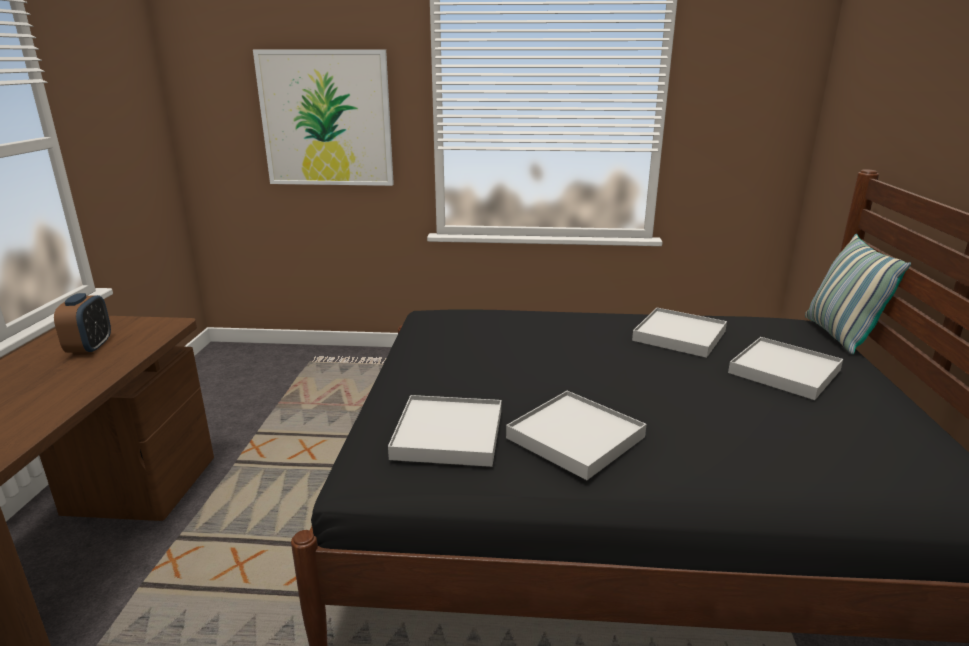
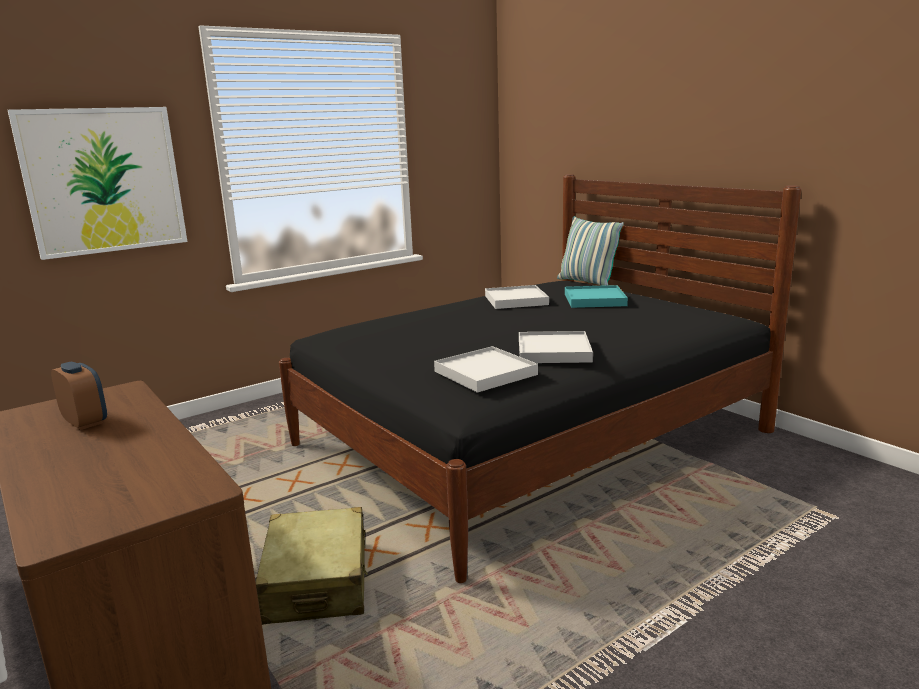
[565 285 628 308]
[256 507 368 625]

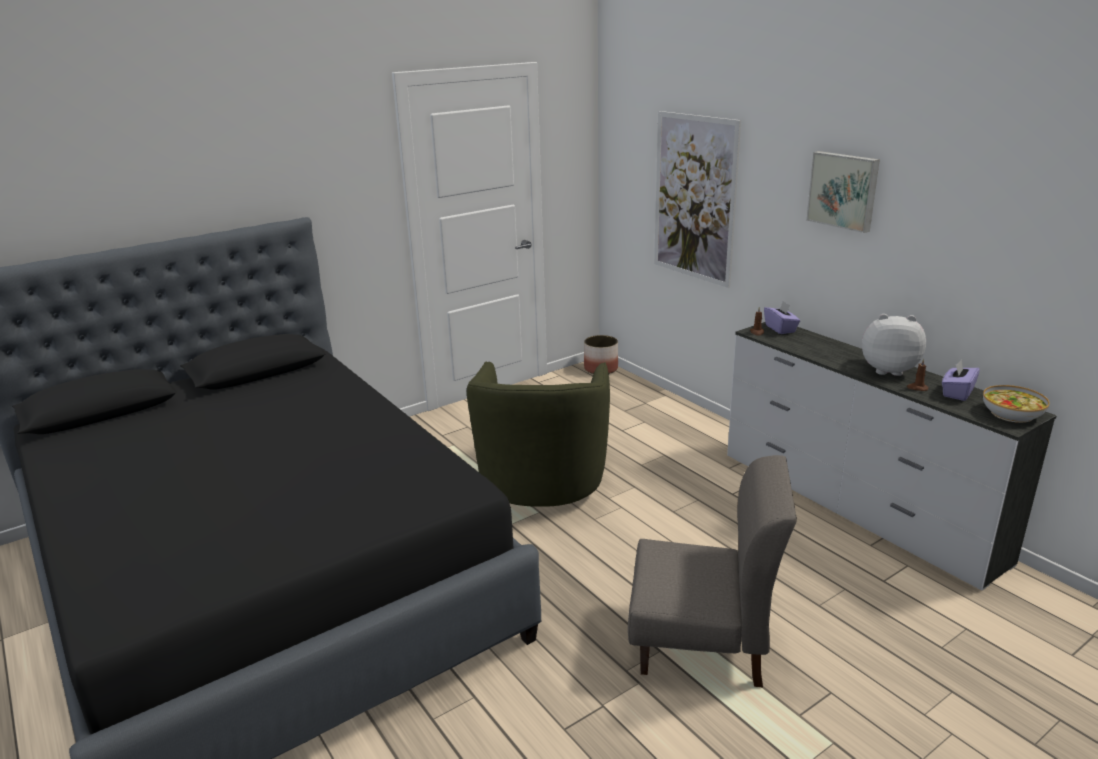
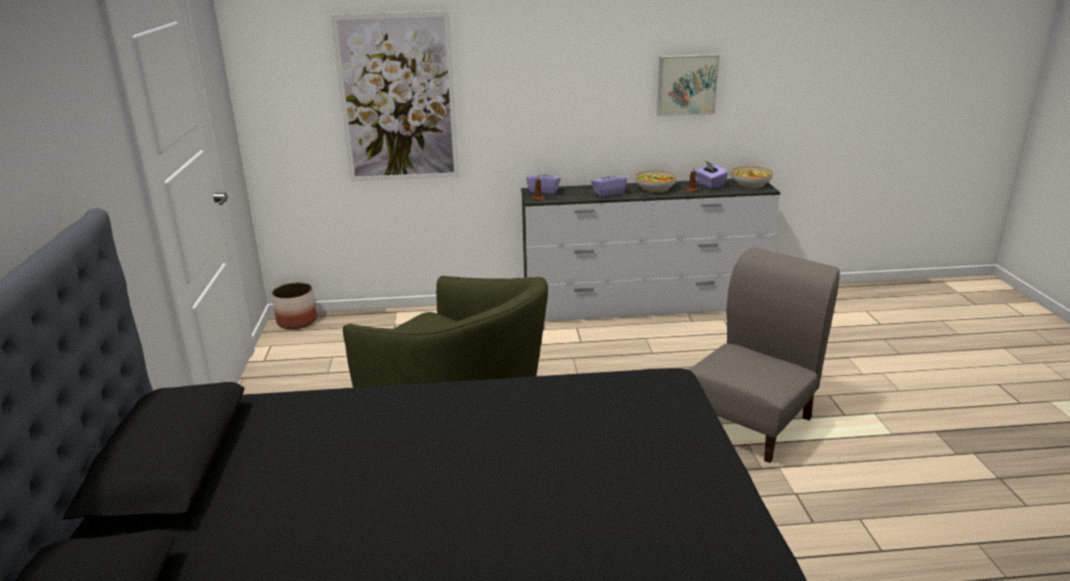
[657 54 720 116]
[635 170 677 192]
[591 168 627 197]

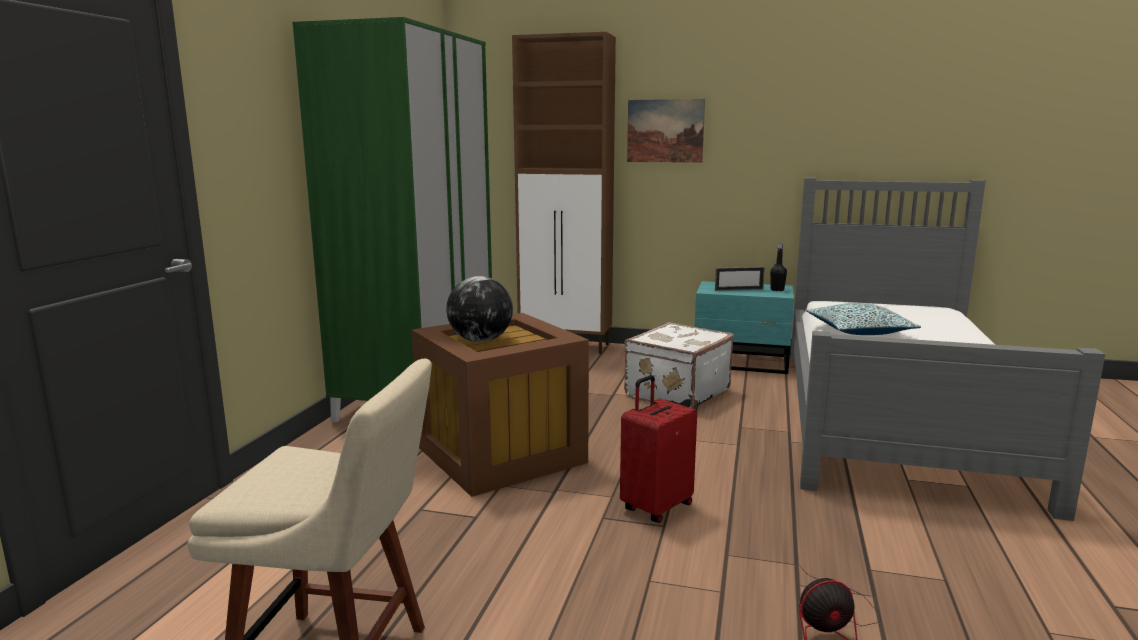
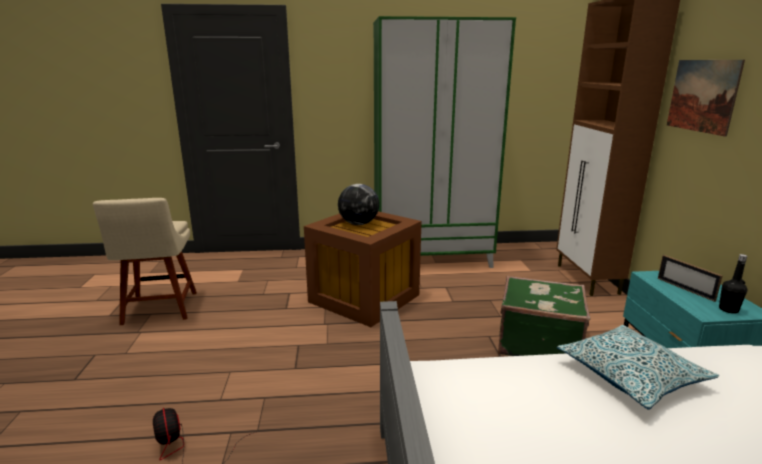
[620 375 697 523] (first image)
[498 276 590 356]

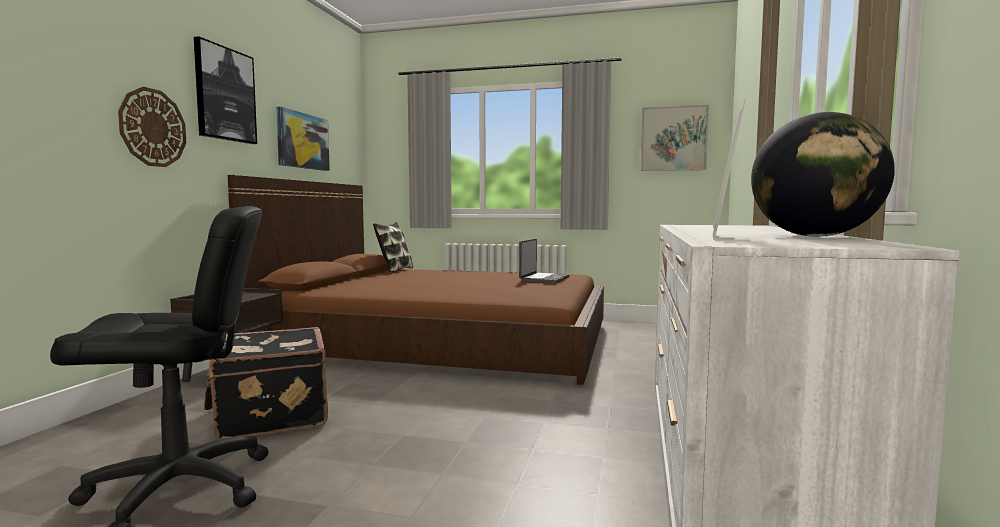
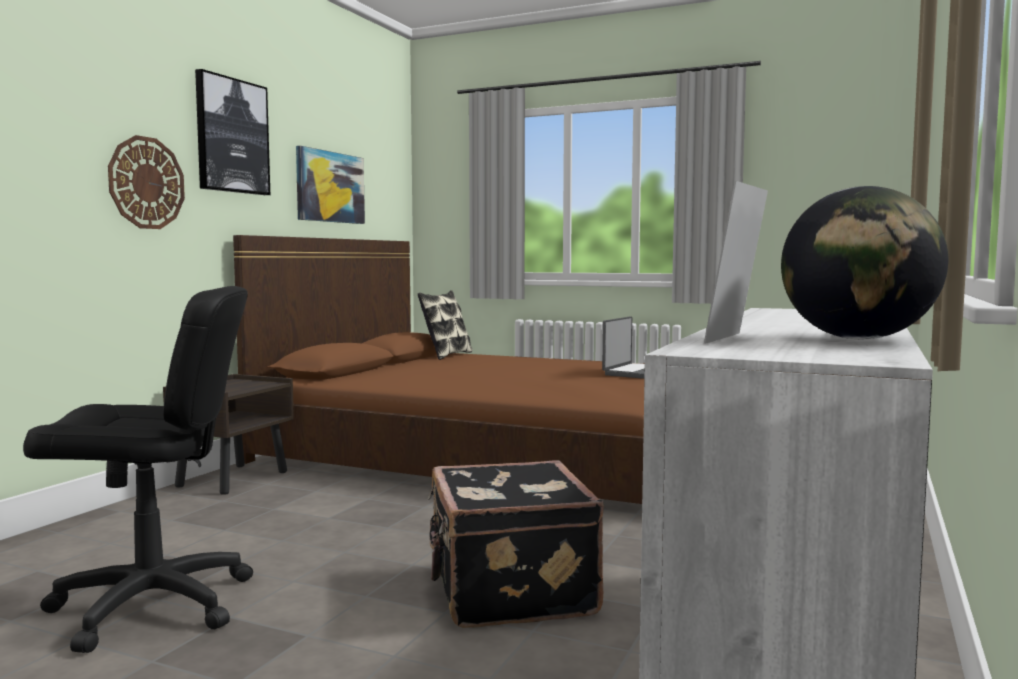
[428 460 604 628]
[640 105 709 171] (first image)

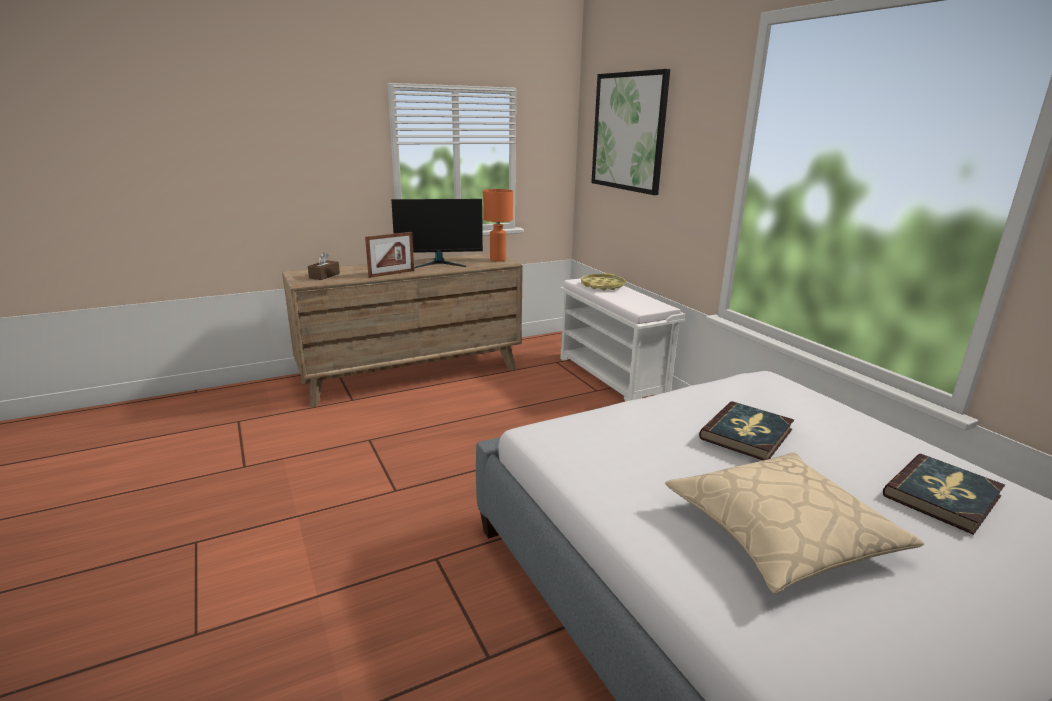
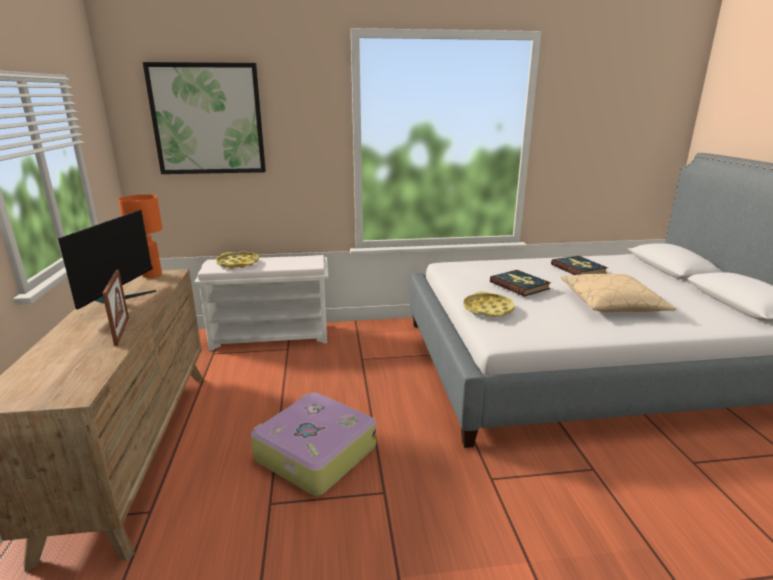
[308 252 340 280] (first image)
[251 392 376 496]
[463 291 515 317]

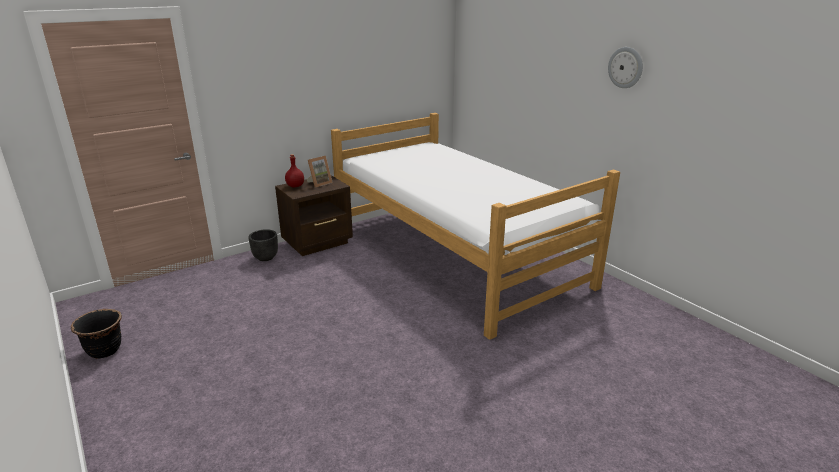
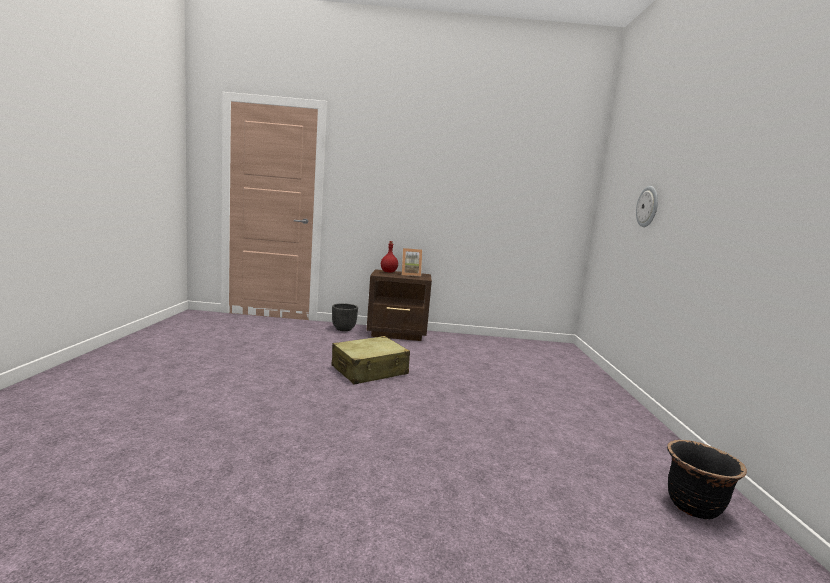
[667 440 747 520]
[331 113 620 340] (first image)
[636 186 658 227]
[332 336 410 385]

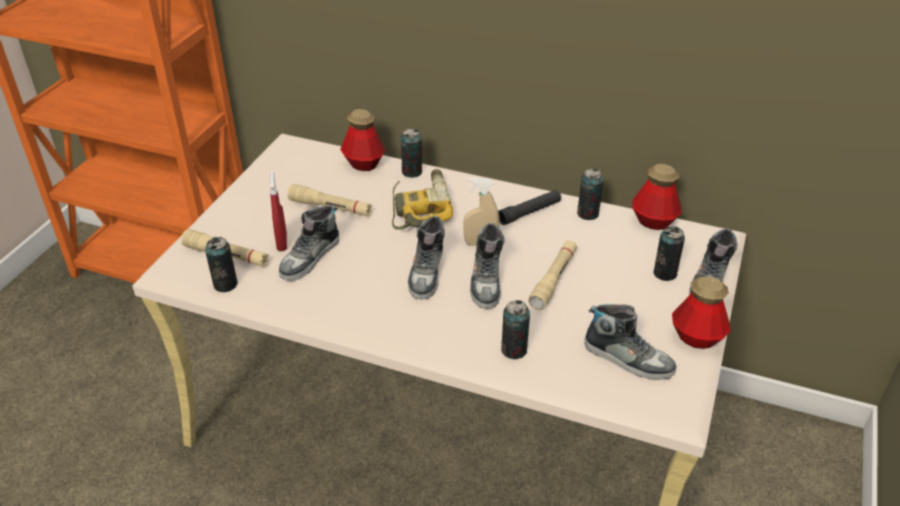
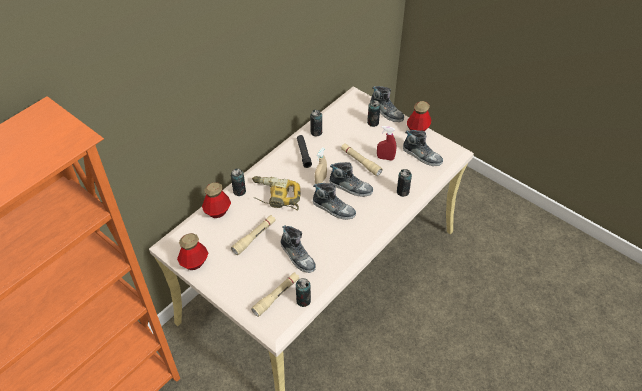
[377 126 397 161]
[403 130 443 166]
[177 233 209 270]

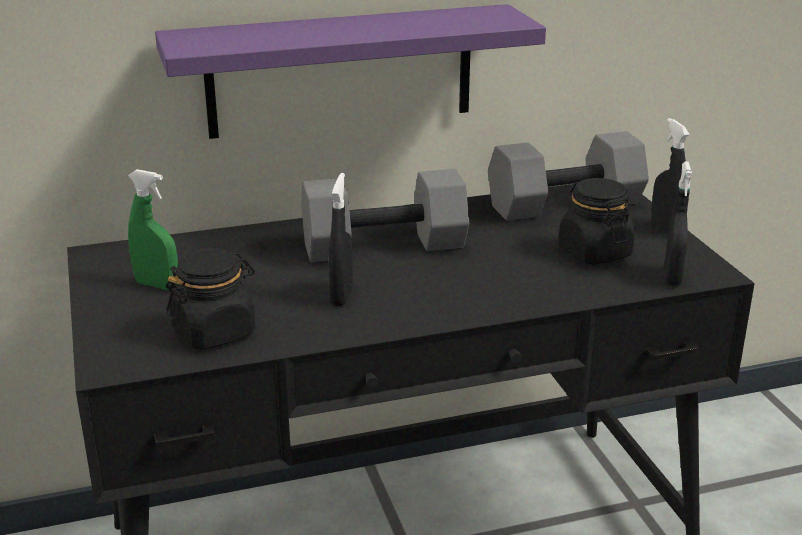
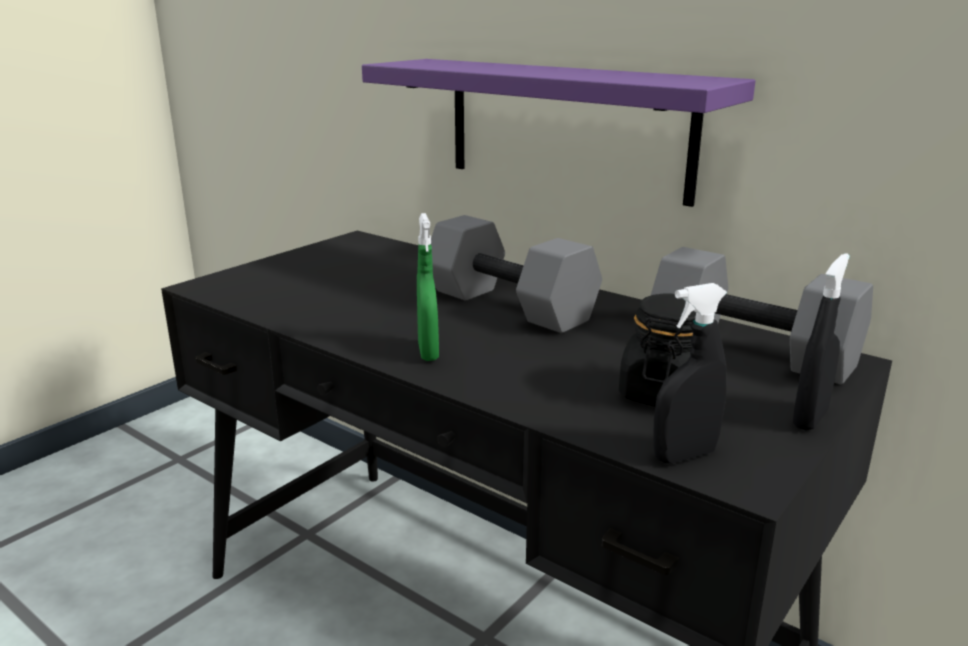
[417 213 439 361]
[166 248 256 350] (first image)
[329 173 353 306] (first image)

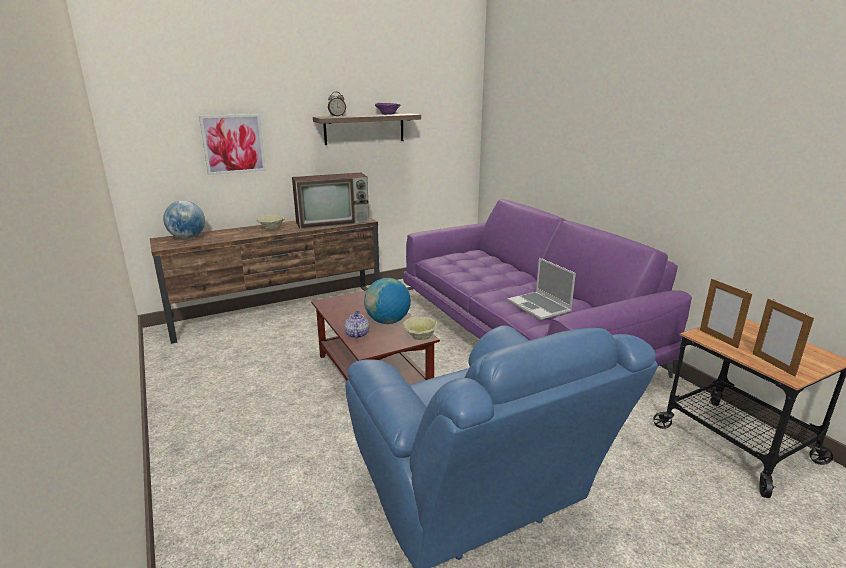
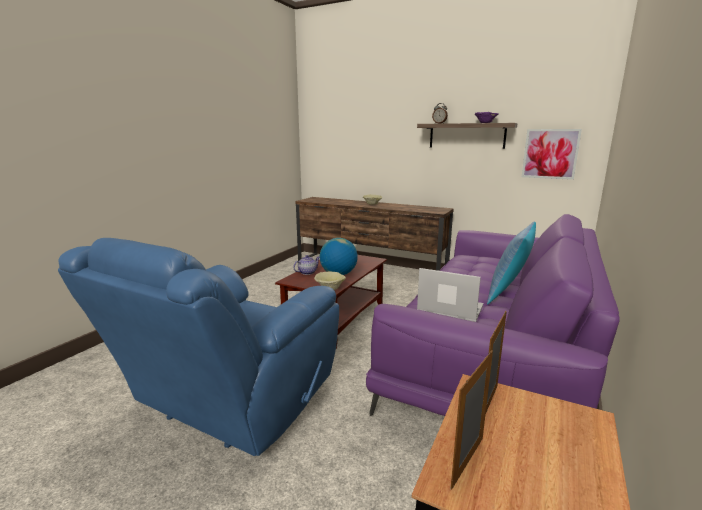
[163 200 205 239] (first image)
[522 129 582 180]
[292 173 369 229] (first image)
[417 268 483 322]
[487 221 536 305]

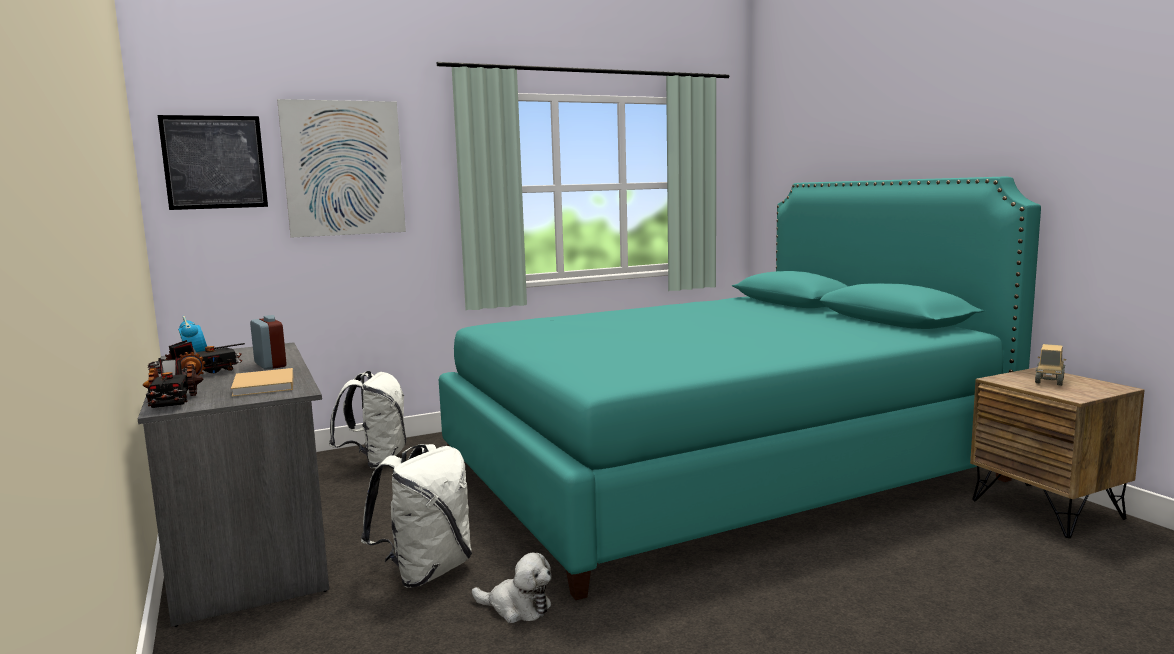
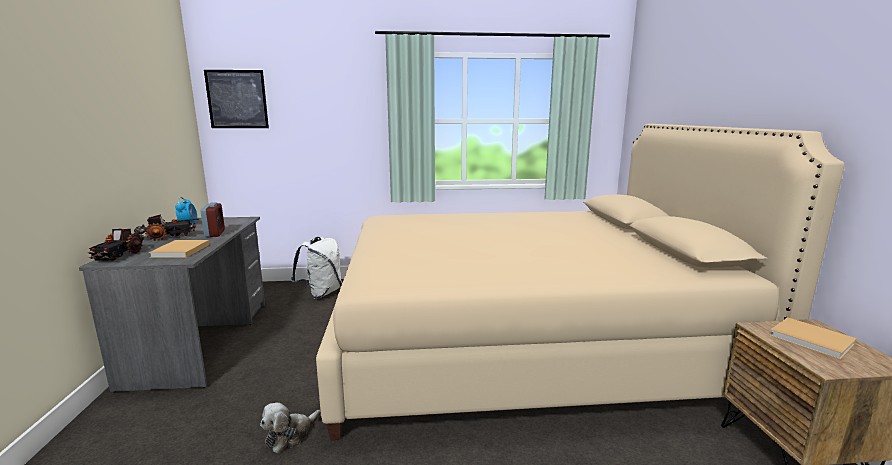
[277 99 406 238] (first image)
[361 444 472 588] (first image)
[316 124 845 440]
[260 403 321 453]
[769 317 856 360]

